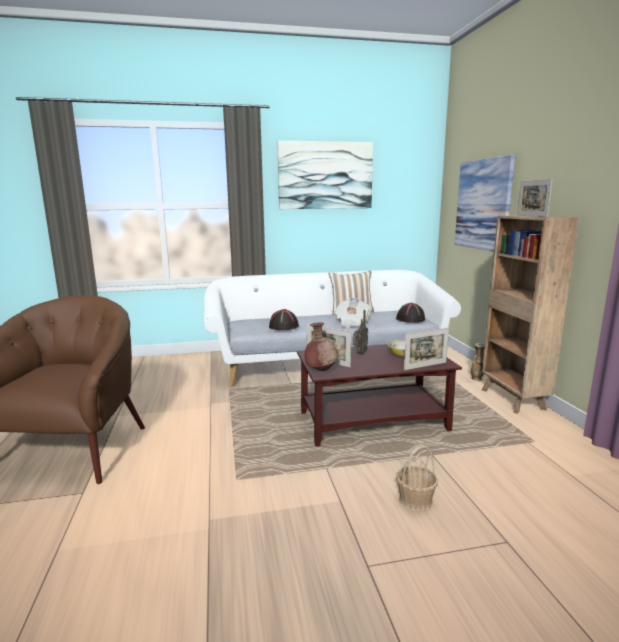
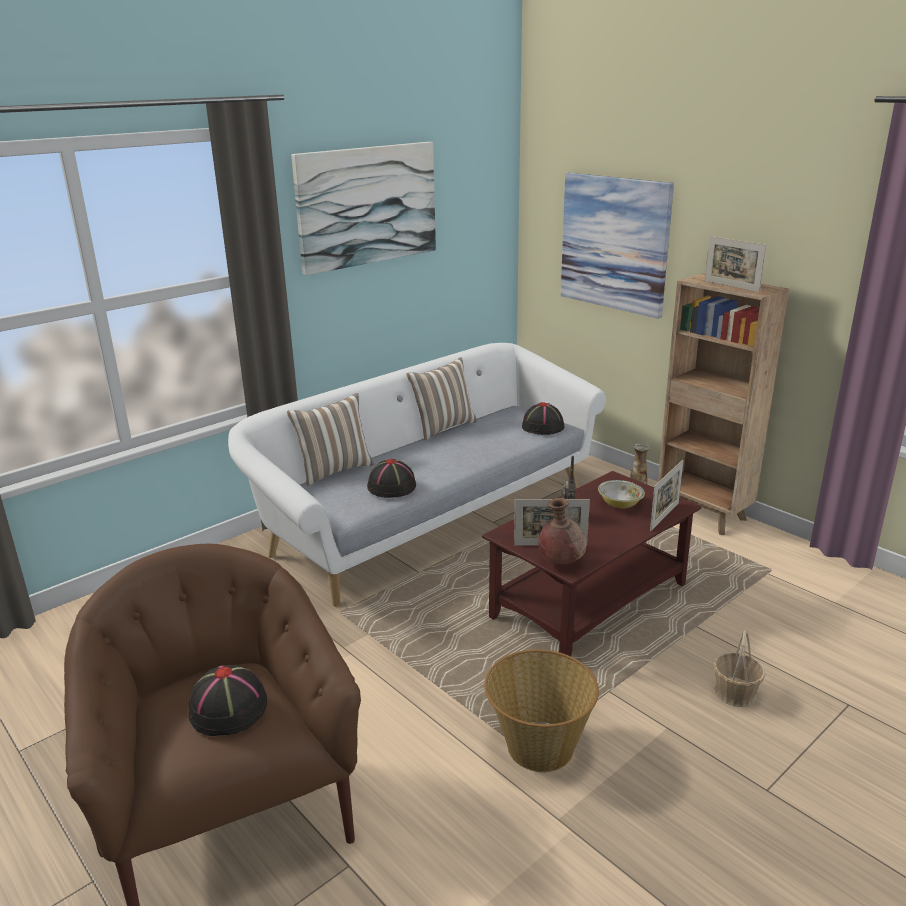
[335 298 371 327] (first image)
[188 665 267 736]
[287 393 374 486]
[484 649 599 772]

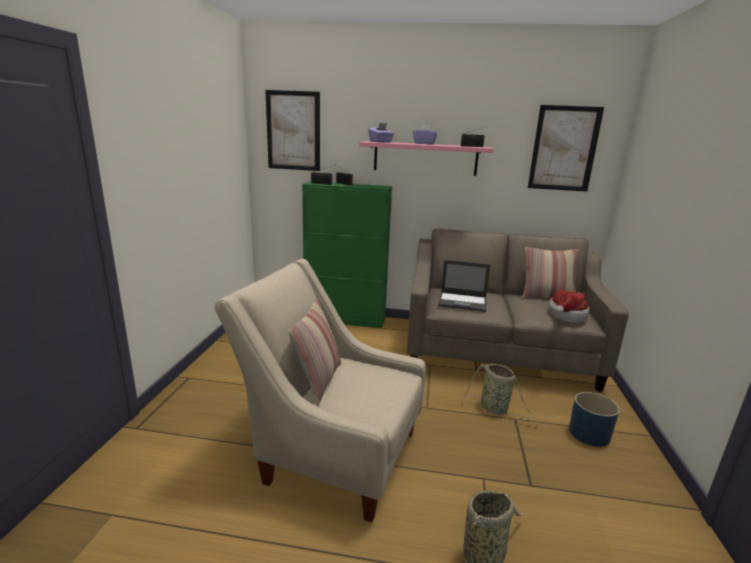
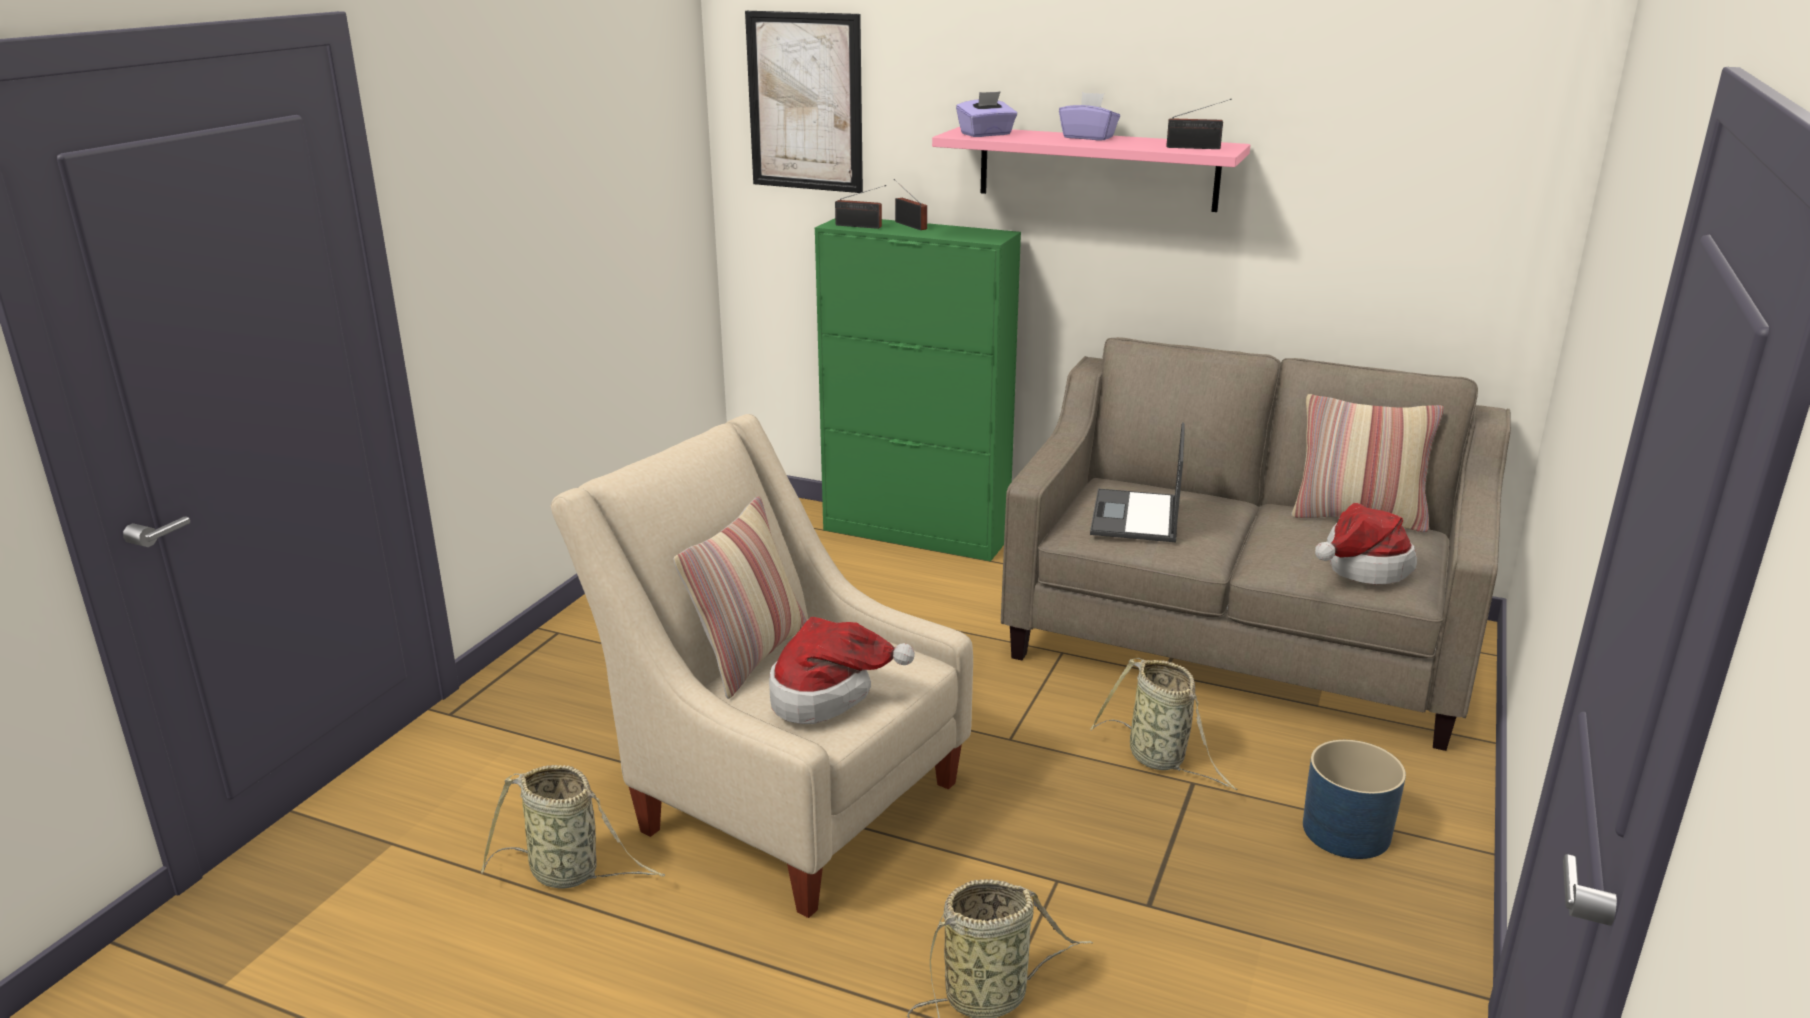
[1090 422 1185 542]
[528 105 604 192] (first image)
[481 765 665 889]
[769 617 915 724]

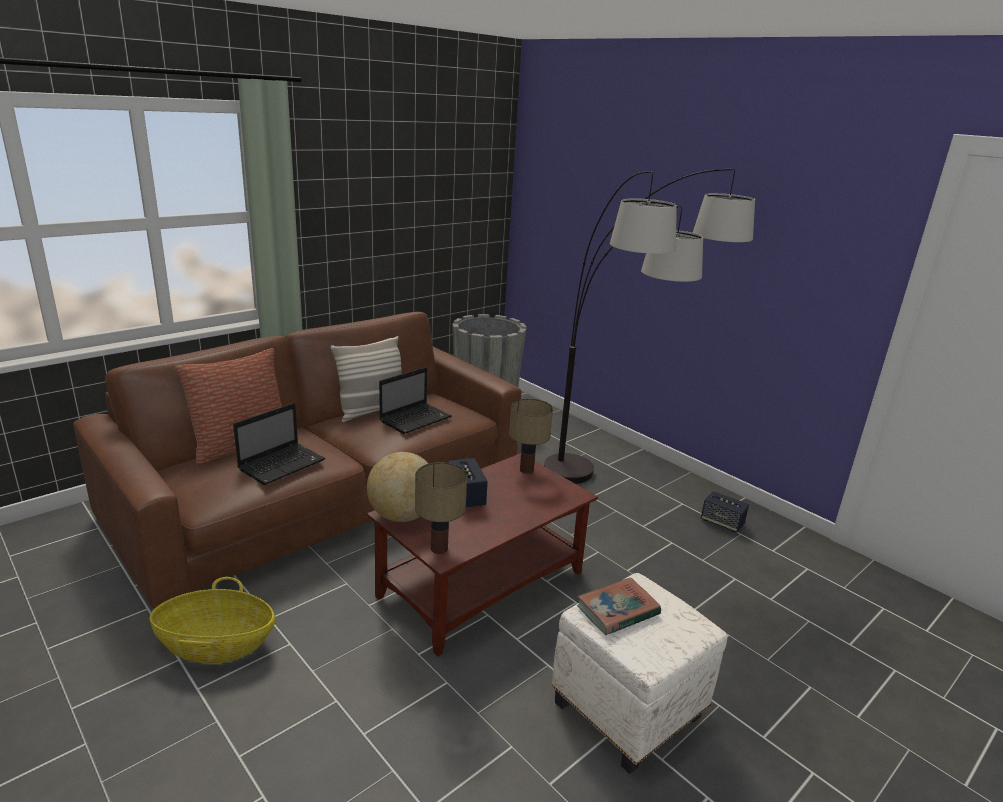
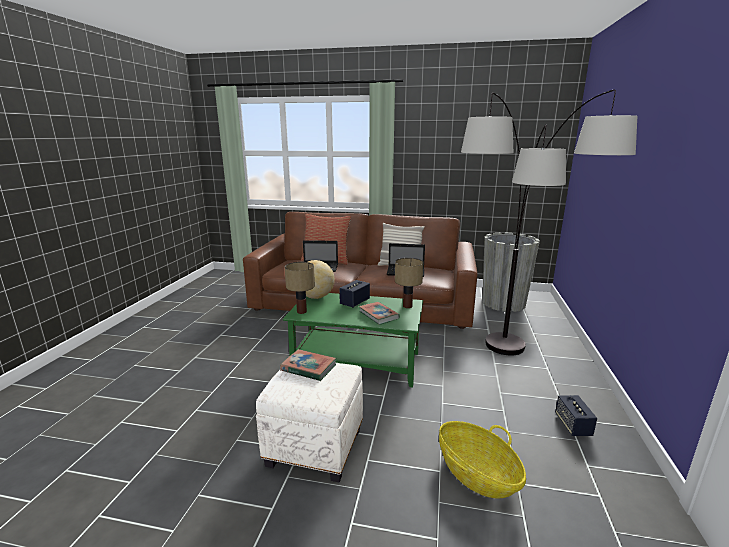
[439 421 526 498]
[283 293 423 388]
[359 302 400 325]

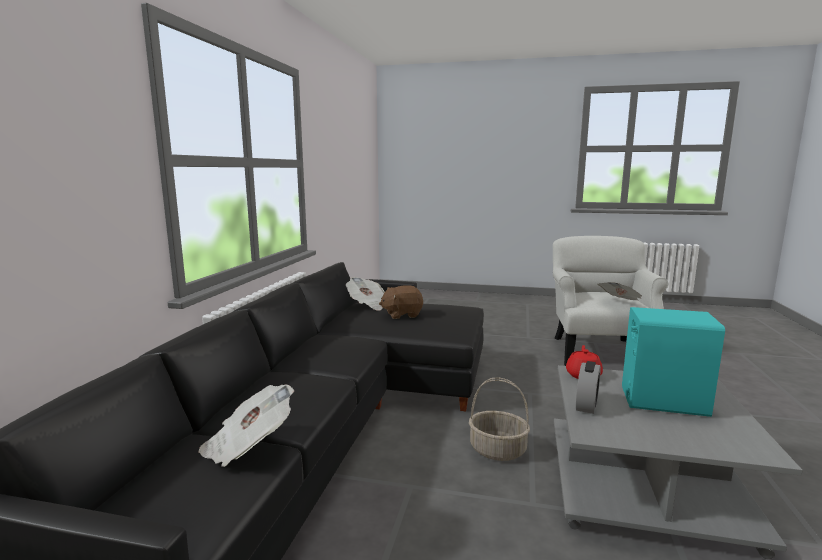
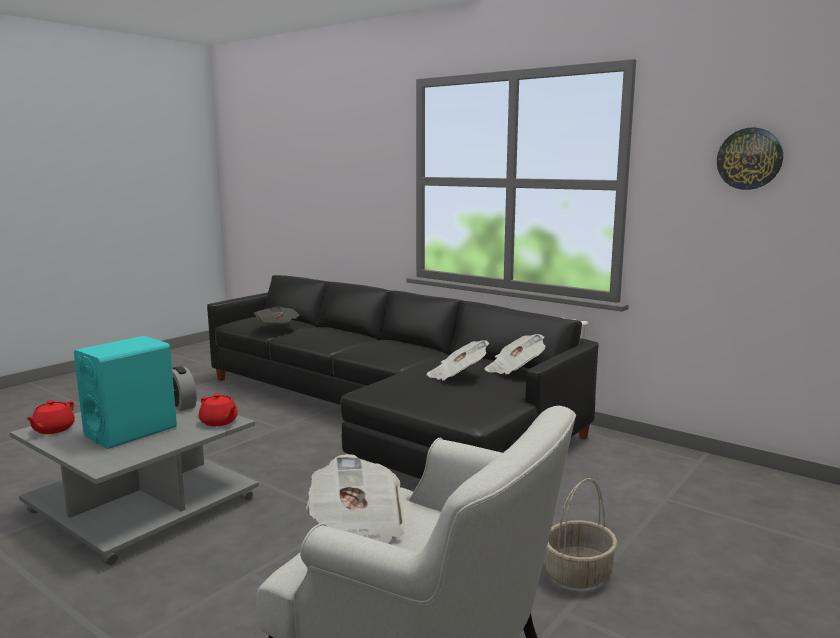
[427 340 489 381]
[545 478 617 589]
[25 400 75 434]
[717 128 783 190]

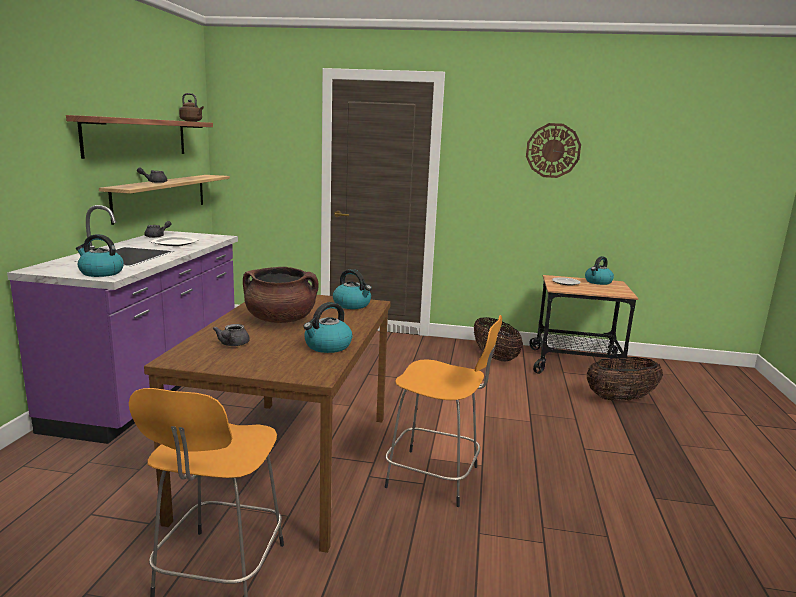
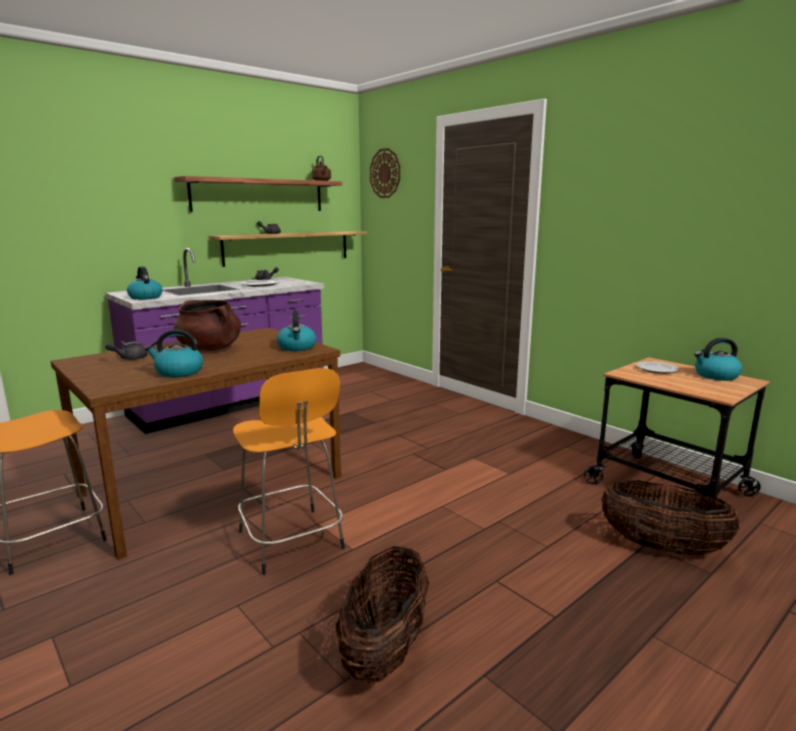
[335 545 429 684]
[370 148 400 198]

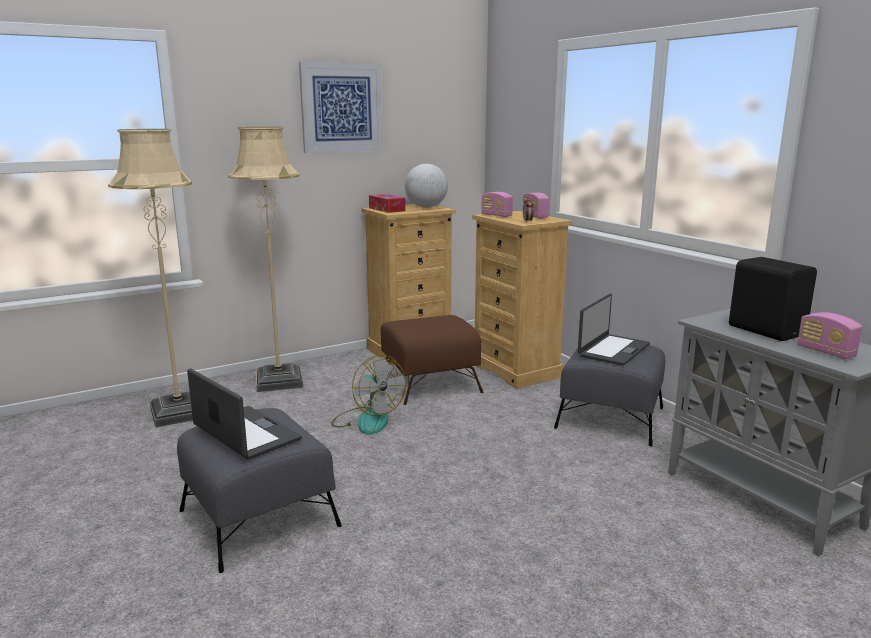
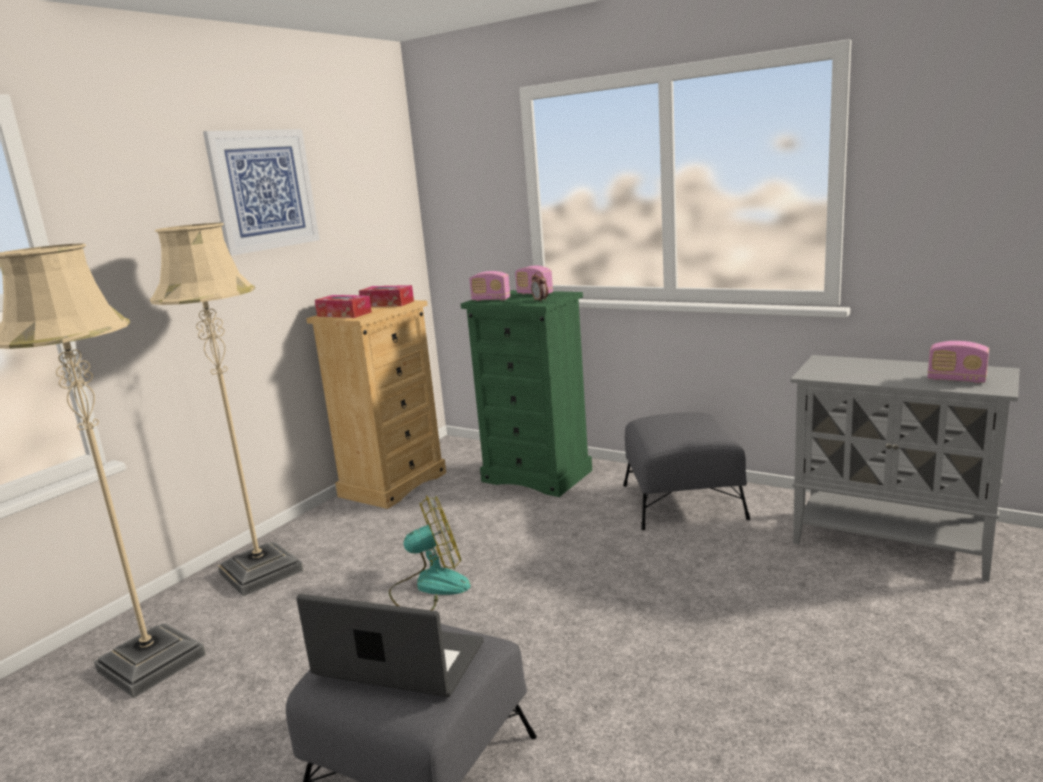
[389 495 471 610]
[381 315 484 405] (first image)
[359 285 414 306]
[461 290 592 497]
[578 294 650 366] (first image)
[729 257 817 341] (first image)

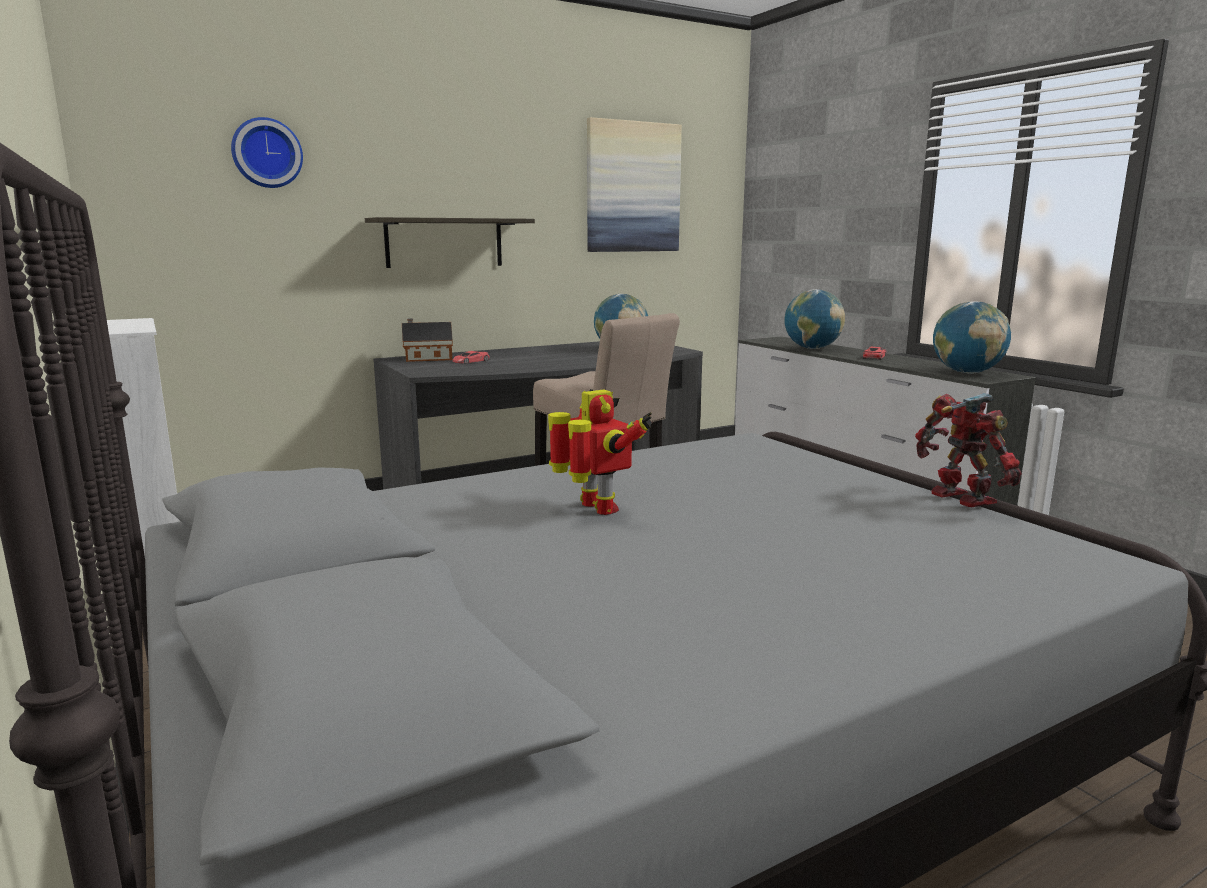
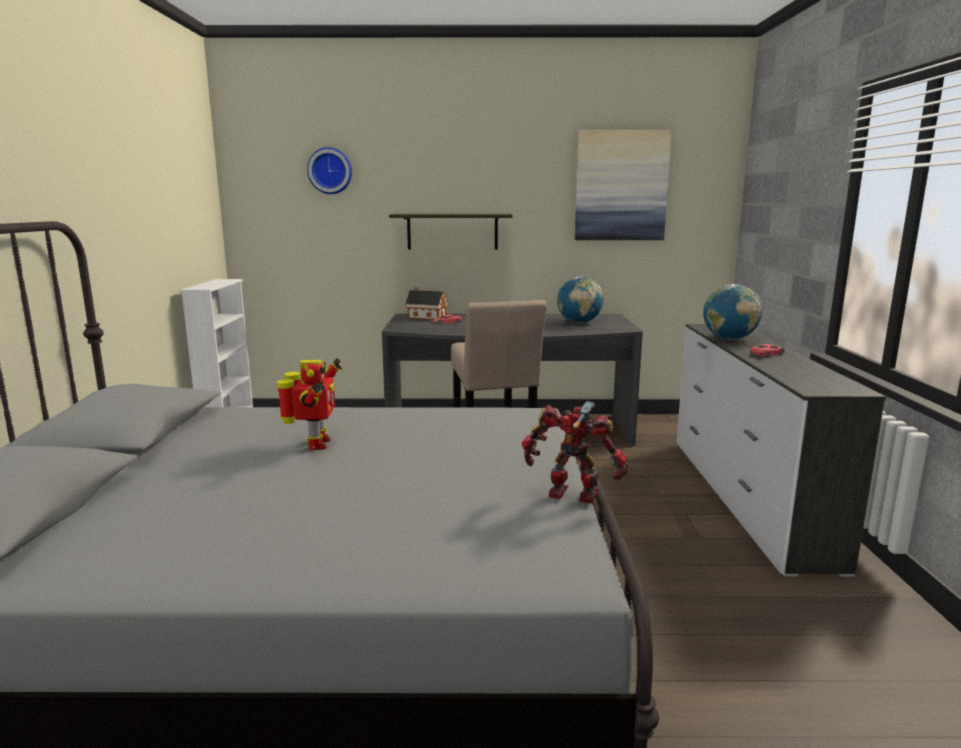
[522 401 628 503]
[933 301 1011 374] (first image)

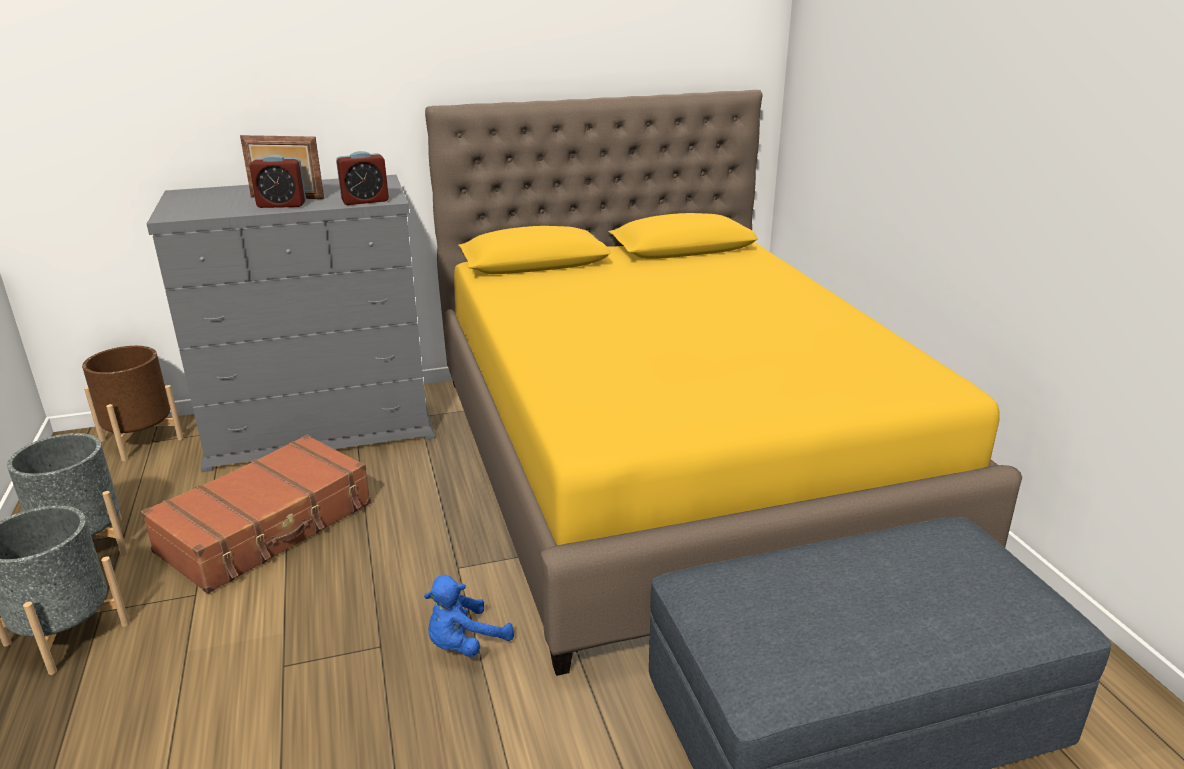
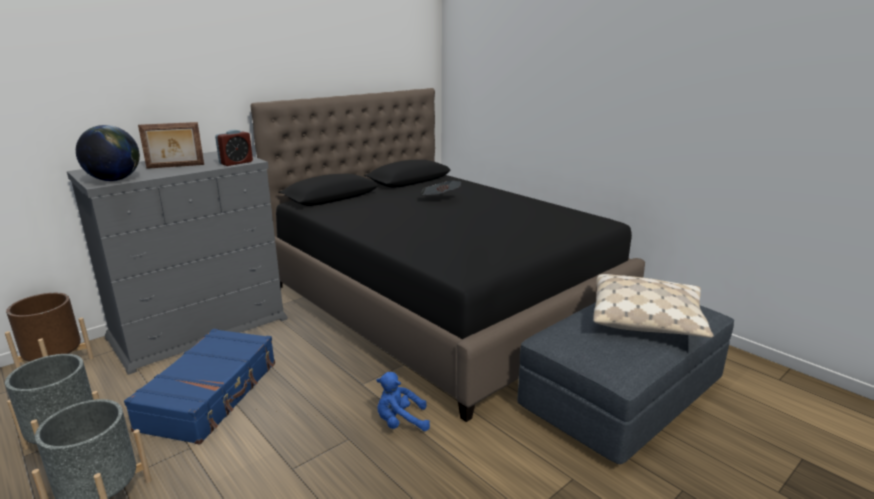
[124 329 275 445]
[249 154 306 208] (first image)
[376 372 430 431]
[250 88 645 422]
[76 125 140 181]
[421 180 461 195]
[593 274 714 338]

